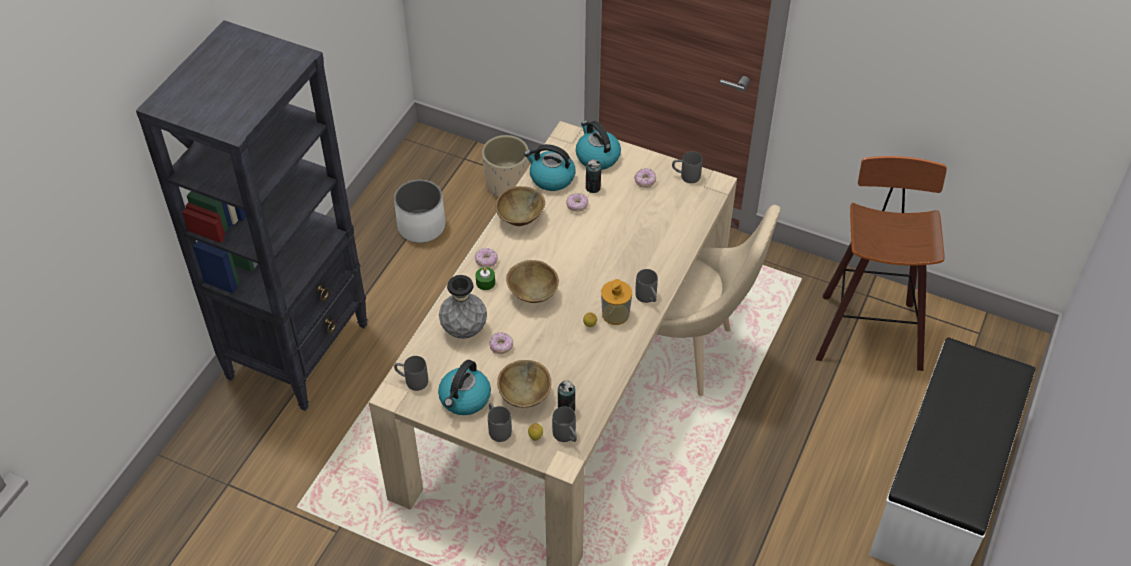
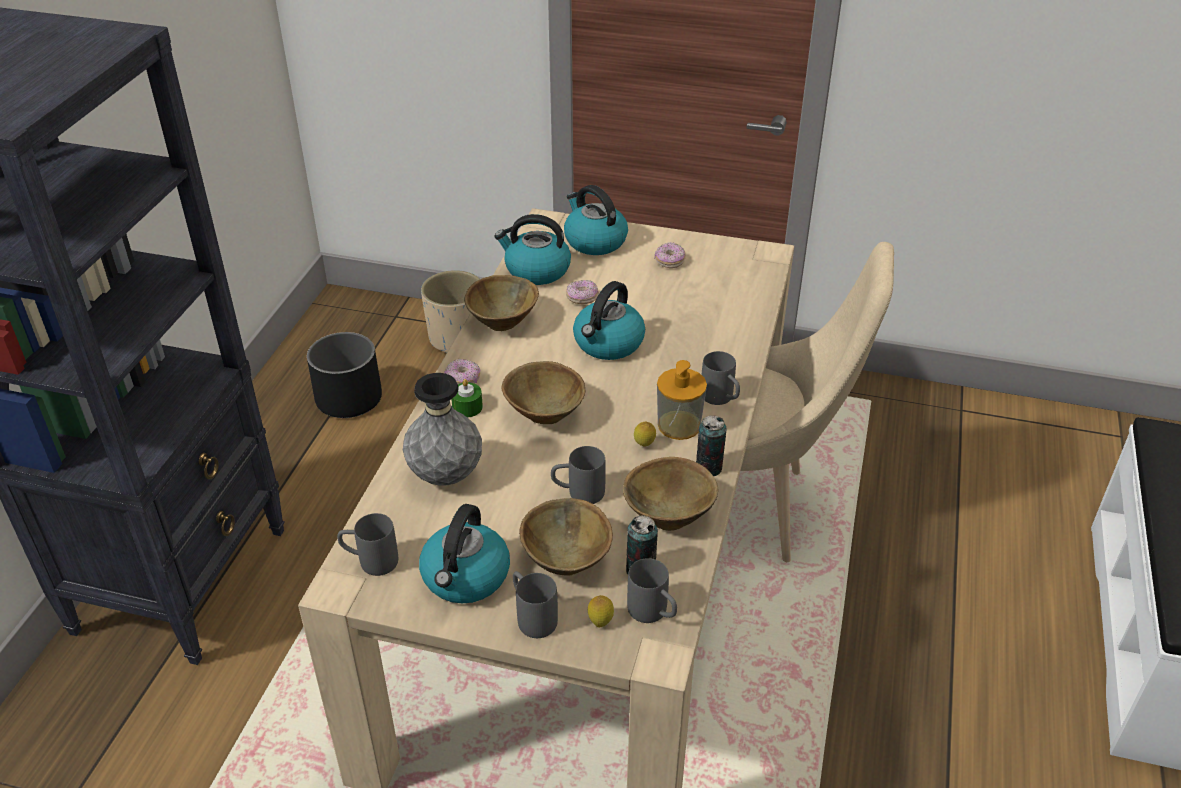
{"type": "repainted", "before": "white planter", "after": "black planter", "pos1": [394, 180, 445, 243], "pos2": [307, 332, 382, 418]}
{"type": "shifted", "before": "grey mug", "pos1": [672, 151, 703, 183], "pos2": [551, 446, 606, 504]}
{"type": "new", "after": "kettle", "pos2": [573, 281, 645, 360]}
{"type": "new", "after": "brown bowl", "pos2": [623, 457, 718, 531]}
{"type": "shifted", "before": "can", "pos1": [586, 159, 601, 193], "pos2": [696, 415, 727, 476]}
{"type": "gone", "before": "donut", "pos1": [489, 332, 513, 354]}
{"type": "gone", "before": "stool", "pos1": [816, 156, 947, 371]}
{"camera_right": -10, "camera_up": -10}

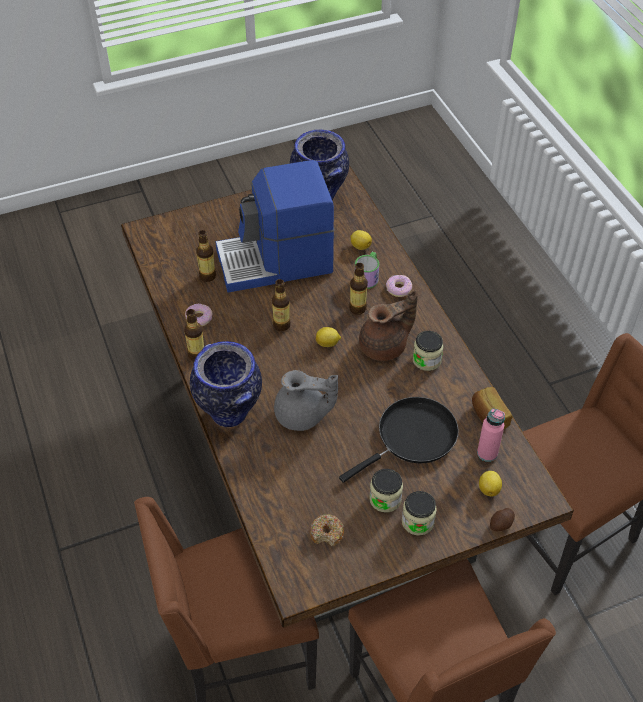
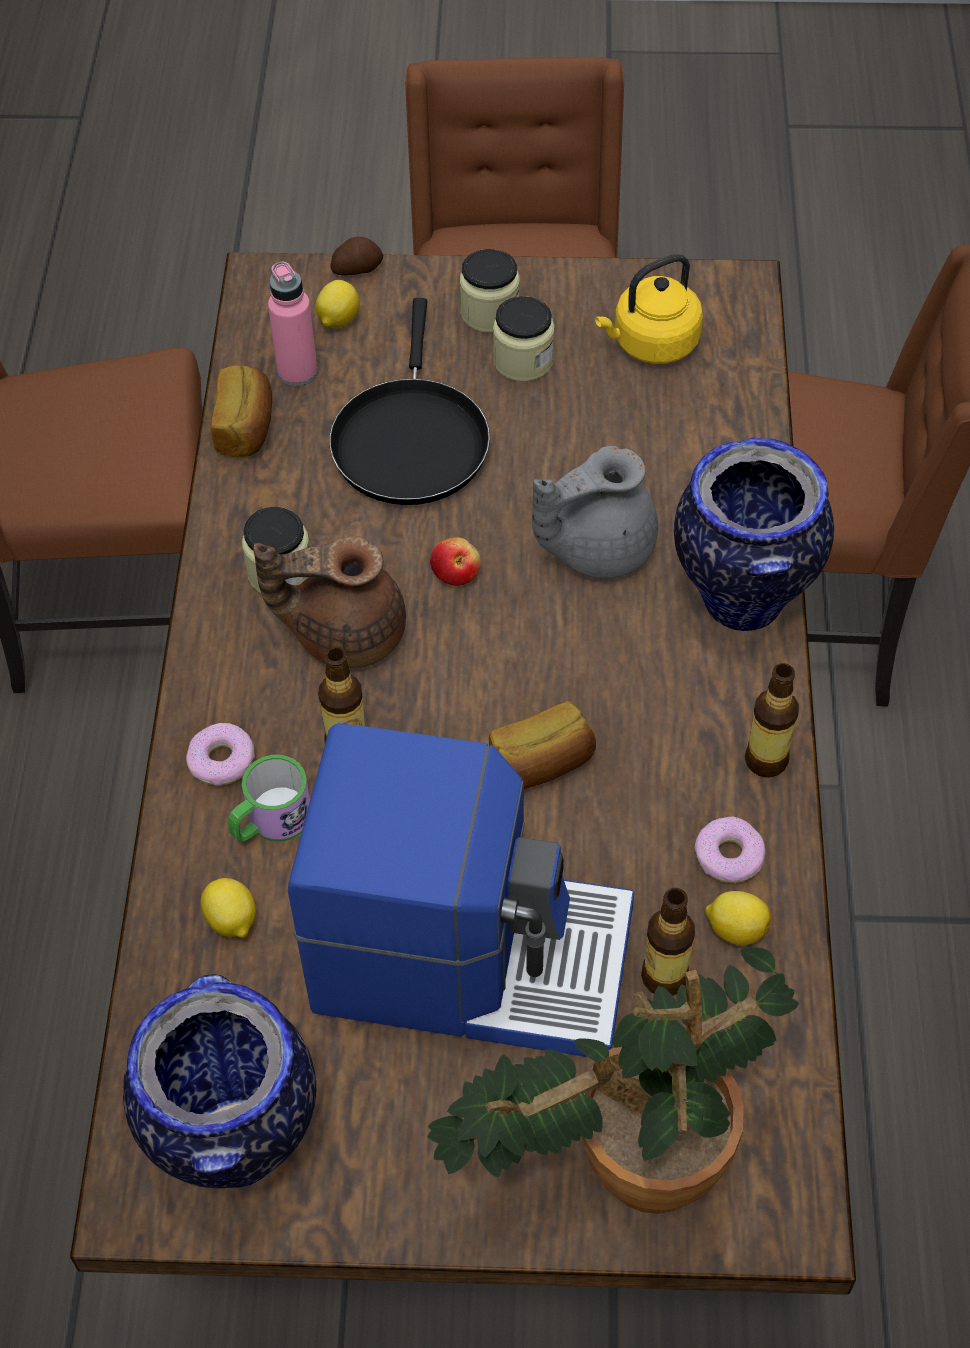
{"type": "rotated", "before": "black frying pan", "pos1": [339, 397, 459, 483], "pos2": [329, 298, 490, 505], "turn": -75}
{"type": "new", "after": "potted plant", "pos2": [427, 947, 799, 1214]}
{"type": "new", "after": "apple", "pos2": [430, 537, 481, 586]}
{"type": "swapped", "before": "bottle", "after": "bread", "pos1": [272, 279, 291, 331], "pos2": [489, 701, 596, 789]}
{"type": "rotated", "before": "grey teapot", "pos1": [274, 370, 338, 431], "pos2": [532, 446, 658, 579], "turn": -60}
{"type": "swapped", "before": "donut", "after": "yellow kettle", "pos1": [310, 514, 344, 546], "pos2": [595, 254, 703, 364]}
{"type": "shifted", "before": "lemon", "pos1": [316, 327, 341, 347], "pos2": [705, 891, 771, 946]}
{"camera_right": -155, "camera_up": 5}

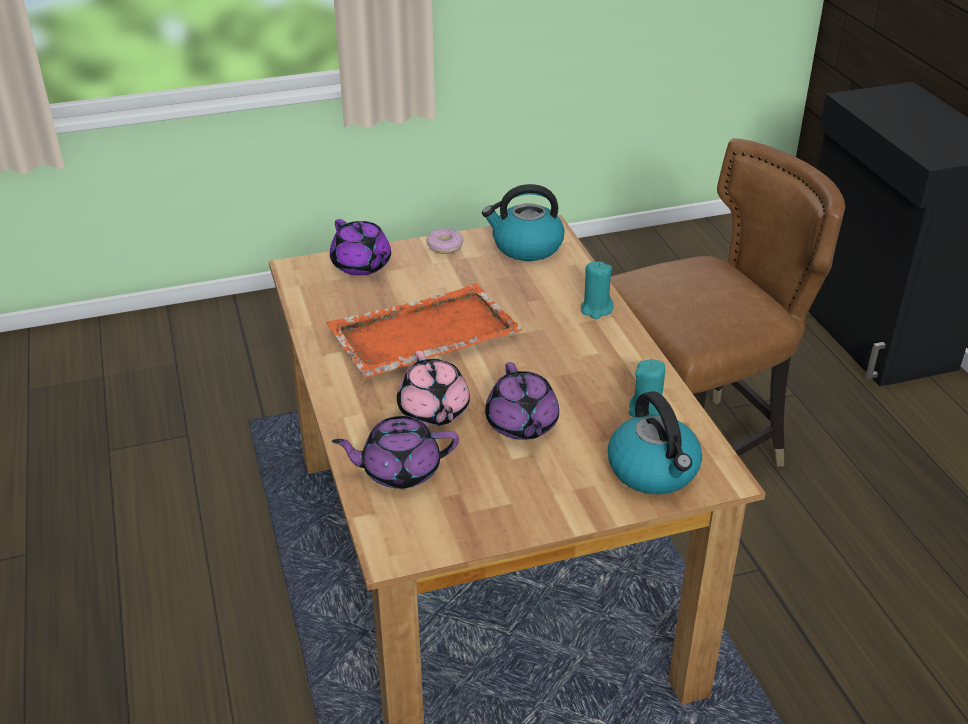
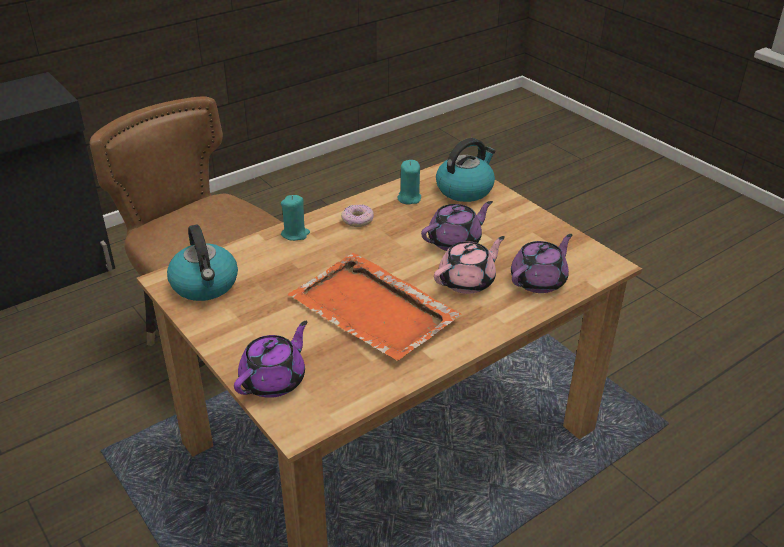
{"type": "shifted", "before": "donut", "pos1": [427, 228, 463, 254], "pos2": [341, 204, 374, 227]}
{"type": "rotated", "before": "purple teapot", "pos1": [332, 416, 459, 489], "pos2": [511, 234, 573, 293], "turn": -105}
{"camera_right": -110, "camera_up": 0}

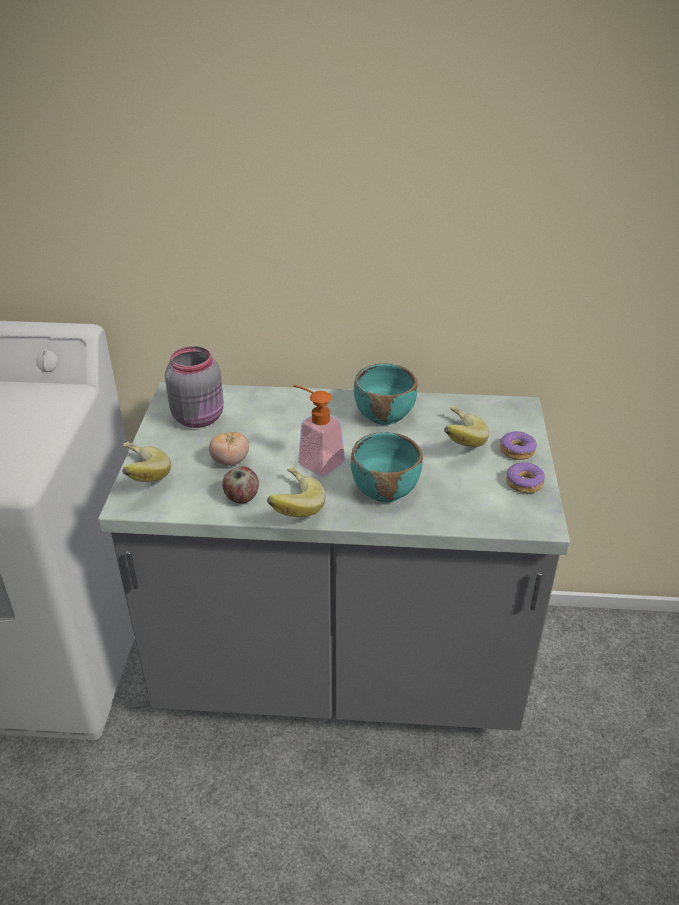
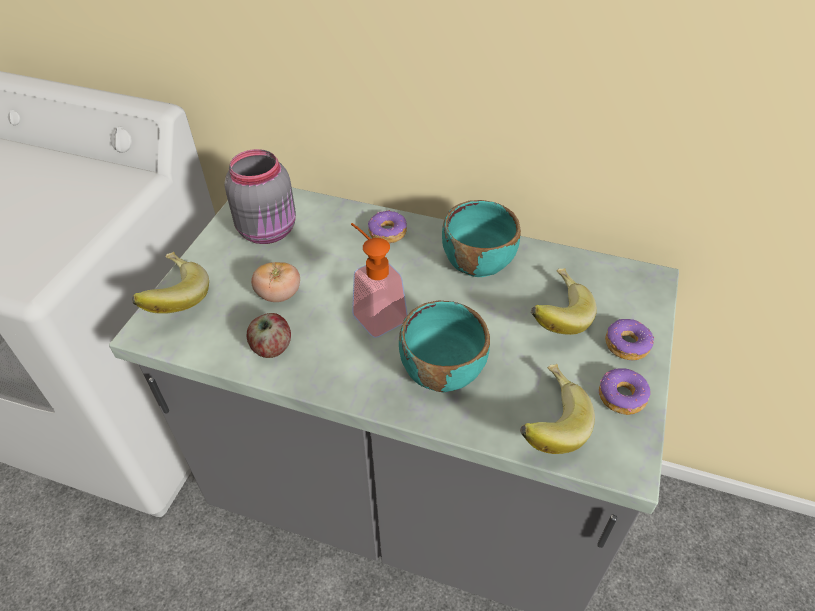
{"type": "new", "after": "donut", "pos2": [368, 210, 407, 243]}
{"type": "shifted", "before": "banana", "pos1": [267, 467, 326, 517], "pos2": [520, 364, 595, 454]}
{"camera_right": 15, "camera_up": 10}

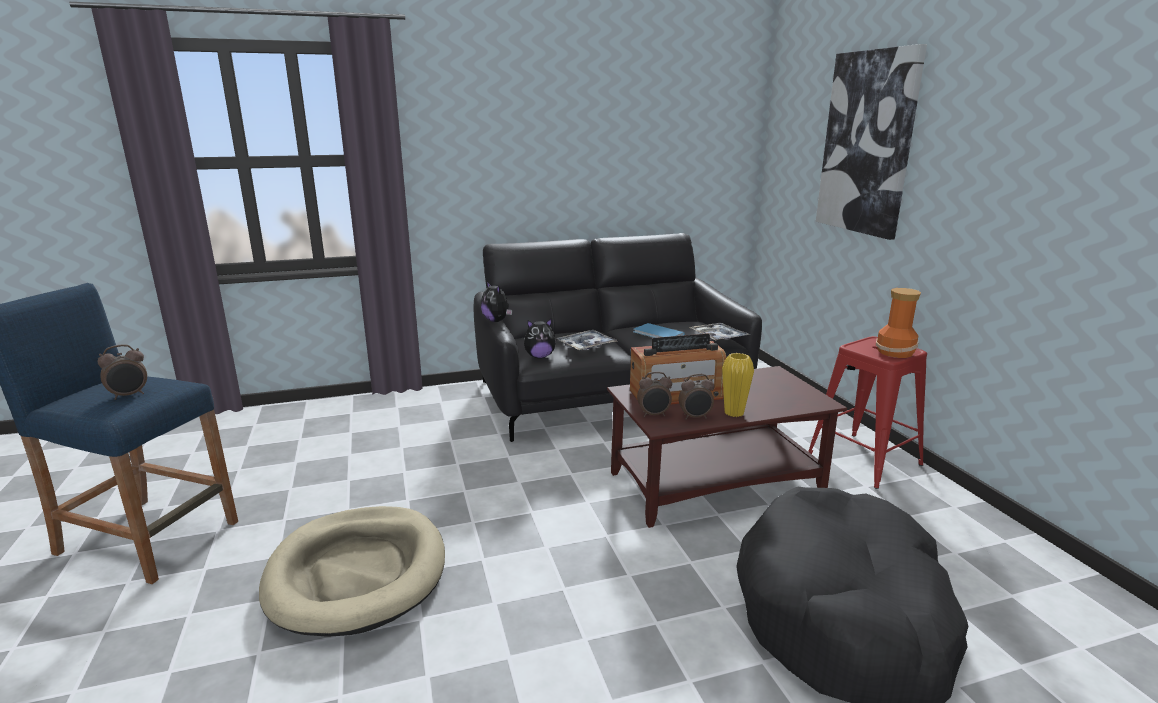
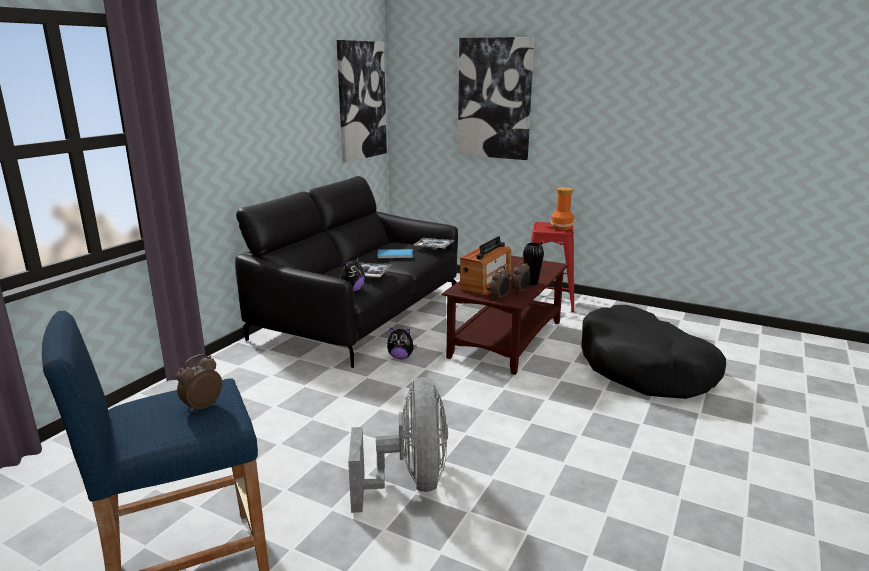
{"type": "rotated", "before": "alarm clock", "pos1": [98, 344, 147, 400], "pos2": [176, 354, 222, 413], "turn": -150}
{"type": "new", "after": "picture", "pos2": [337, 40, 387, 163]}
{"type": "swapped", "before": "beige dog bed", "after": "grey fan", "pos1": [259, 506, 445, 637], "pos2": [348, 377, 448, 513]}
{"type": "shifted", "before": "plush toy", "pos1": [481, 282, 512, 322], "pos2": [387, 327, 417, 359]}
{"type": "repainted", "before": "yellow vase", "after": "black vase", "pos1": [722, 353, 754, 417], "pos2": [523, 243, 544, 285]}
{"camera_right": -45, "camera_up": 0}

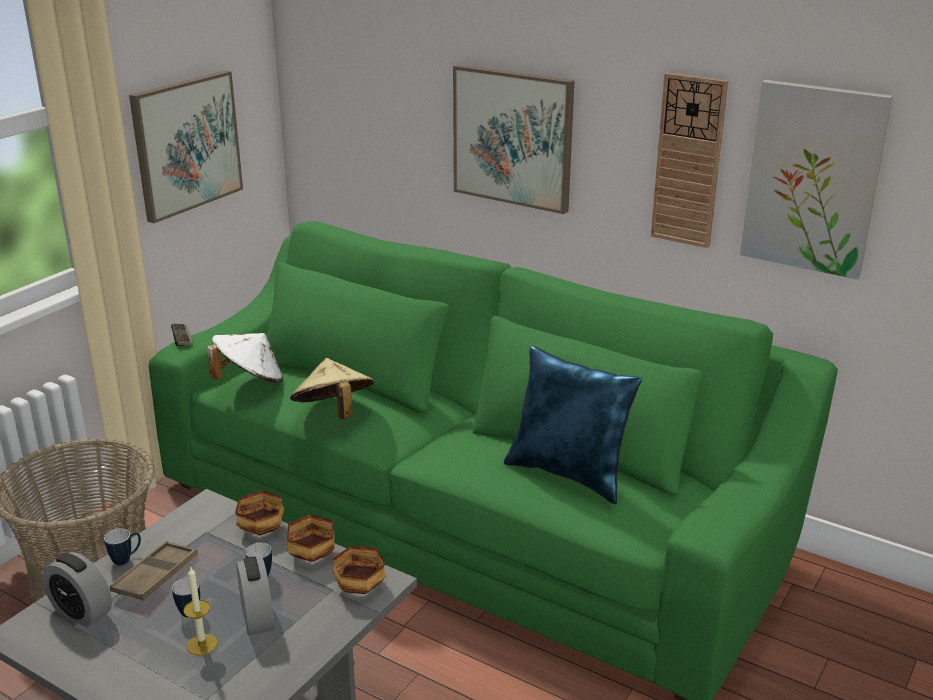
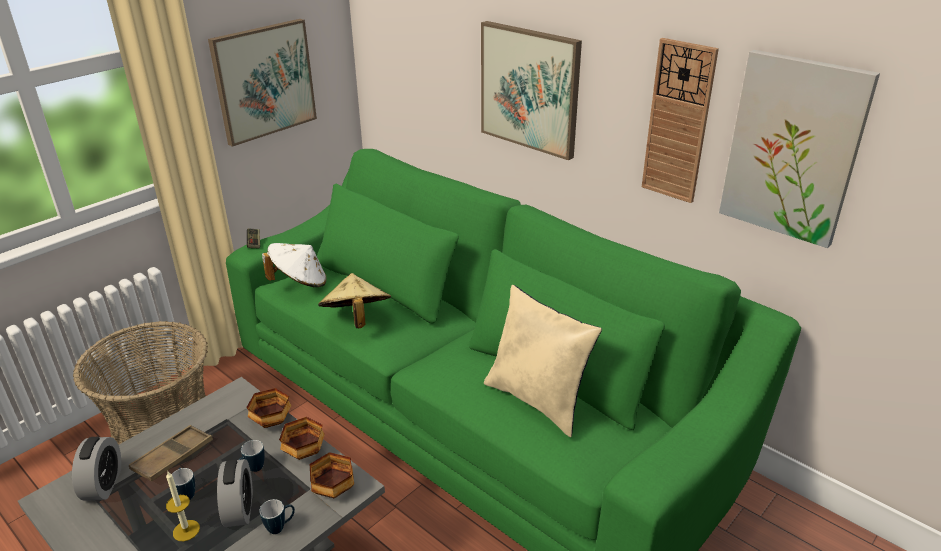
{"type": "rotated", "before": "alarm clock", "pos1": [42, 552, 112, 627], "pos2": [72, 437, 121, 501], "turn": -135}
{"type": "shifted", "before": "mug", "pos1": [104, 528, 141, 565], "pos2": [259, 499, 295, 534]}
{"type": "repainted", "before": "blue pillow", "after": "beige pillow", "pos1": [504, 346, 642, 504], "pos2": [484, 285, 602, 437]}
{"camera_right": 10, "camera_up": 5}

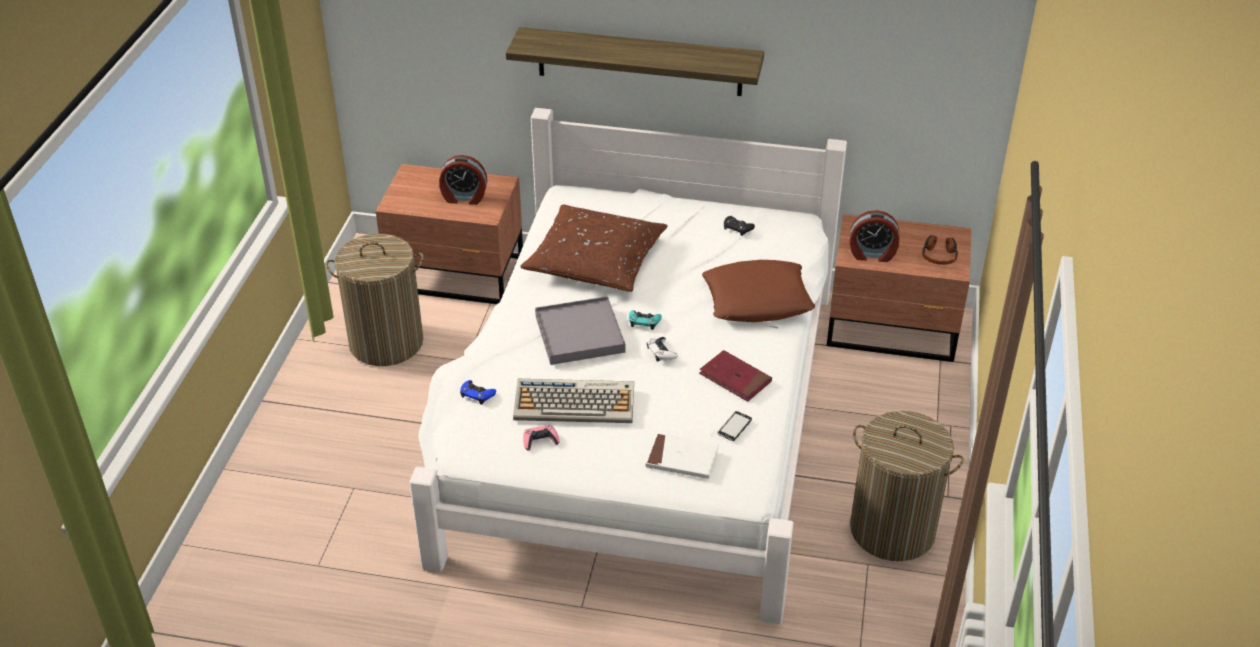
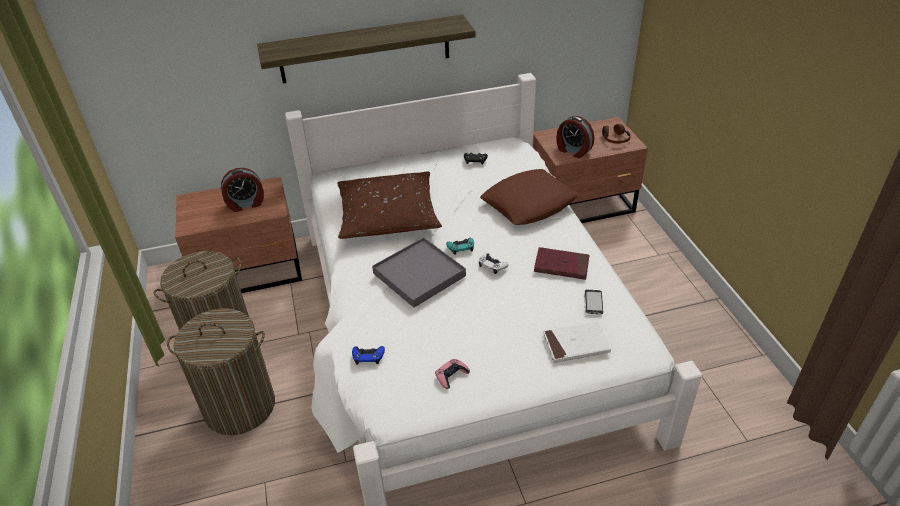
{"type": "shifted", "before": "laundry basket", "pos1": [850, 411, 963, 561], "pos2": [167, 308, 275, 435]}
{"type": "rotated", "before": "alarm clock", "pos1": [850, 210, 900, 262], "pos2": [556, 116, 594, 158], "turn": 60}
{"type": "gone", "before": "keyboard", "pos1": [513, 379, 634, 423]}
{"camera_right": -25, "camera_up": 0}

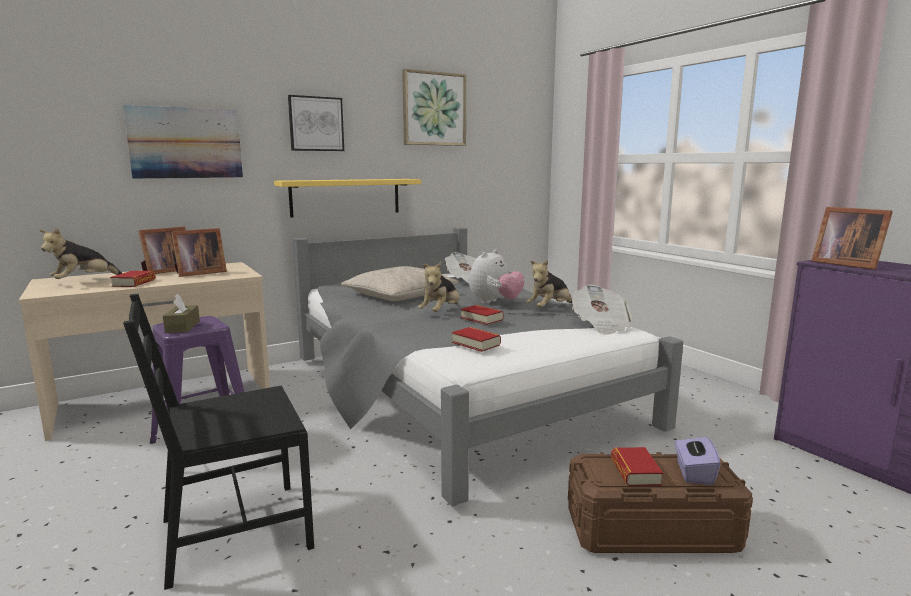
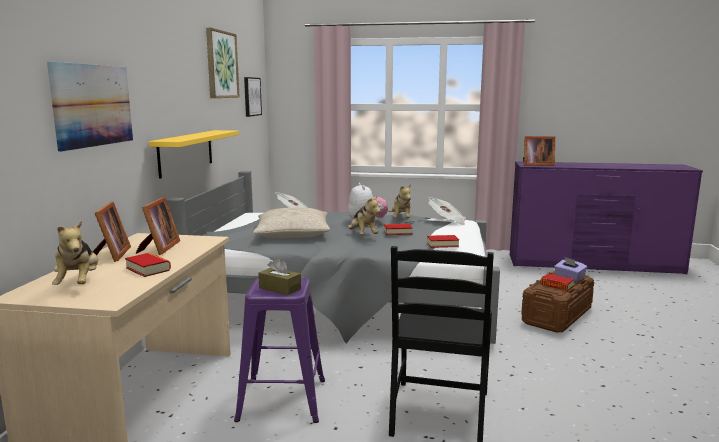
{"type": "shifted", "before": "picture", "pos1": [288, 95, 344, 151], "pos2": [244, 77, 262, 117]}
{"camera_right": -50, "camera_up": 0}

